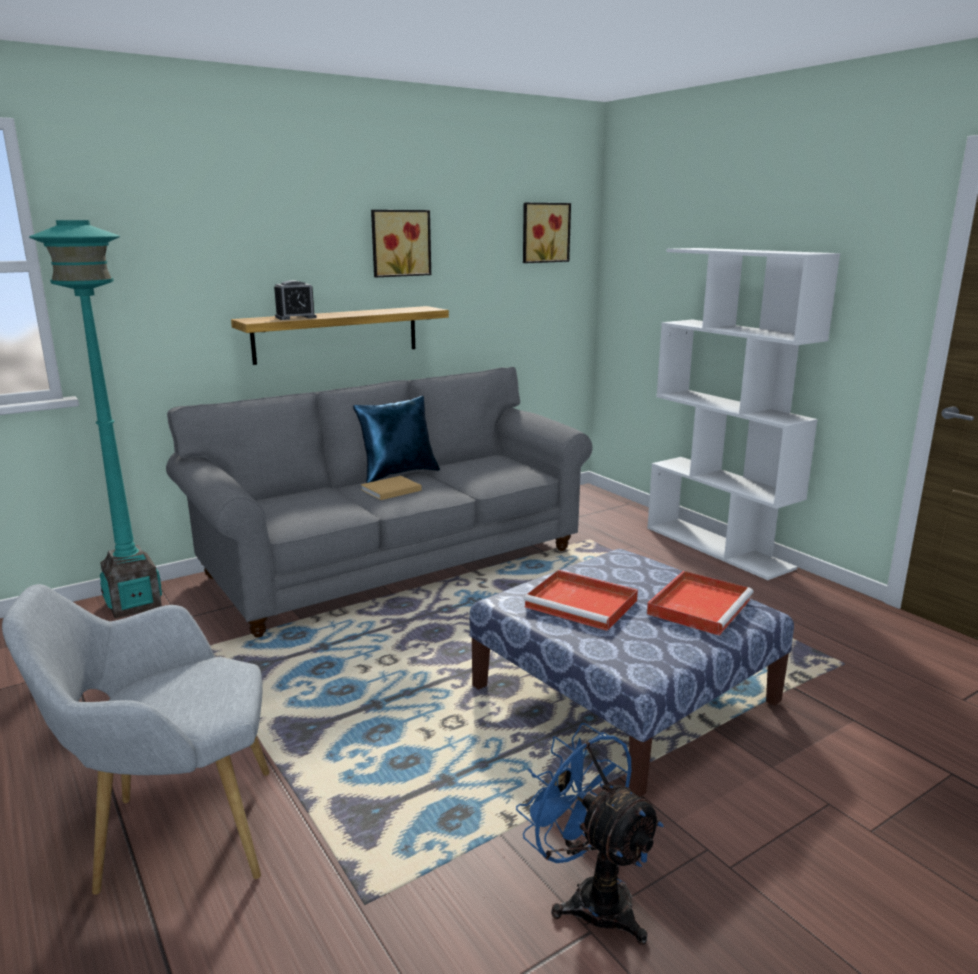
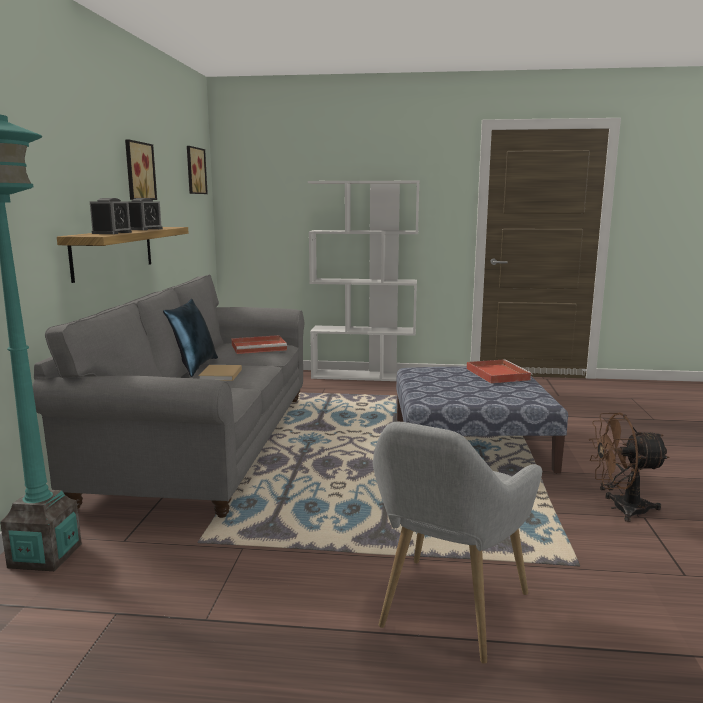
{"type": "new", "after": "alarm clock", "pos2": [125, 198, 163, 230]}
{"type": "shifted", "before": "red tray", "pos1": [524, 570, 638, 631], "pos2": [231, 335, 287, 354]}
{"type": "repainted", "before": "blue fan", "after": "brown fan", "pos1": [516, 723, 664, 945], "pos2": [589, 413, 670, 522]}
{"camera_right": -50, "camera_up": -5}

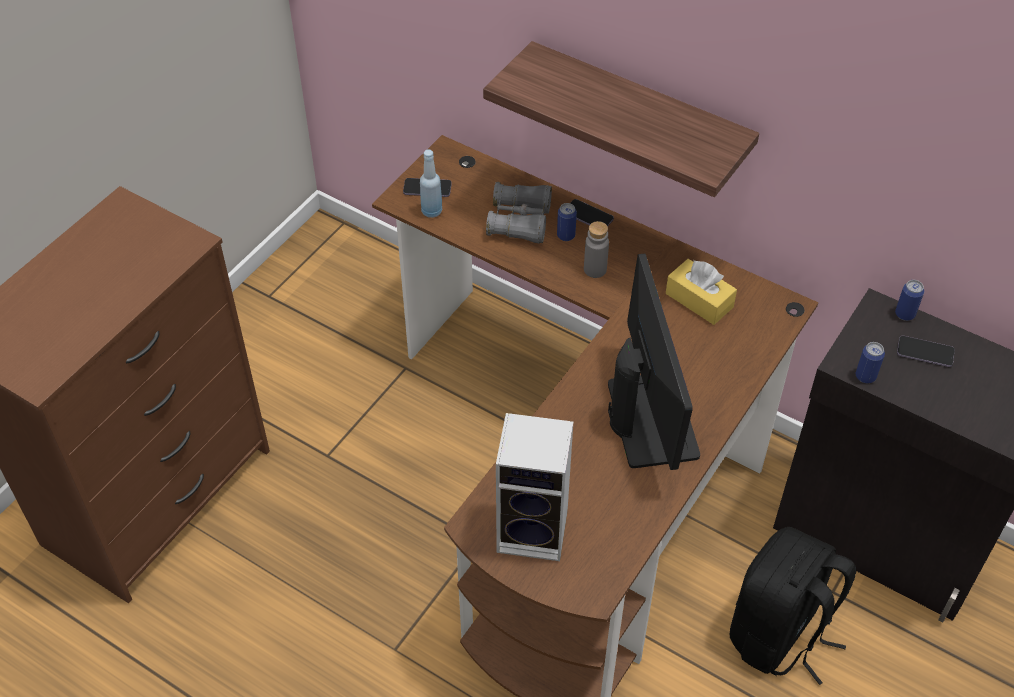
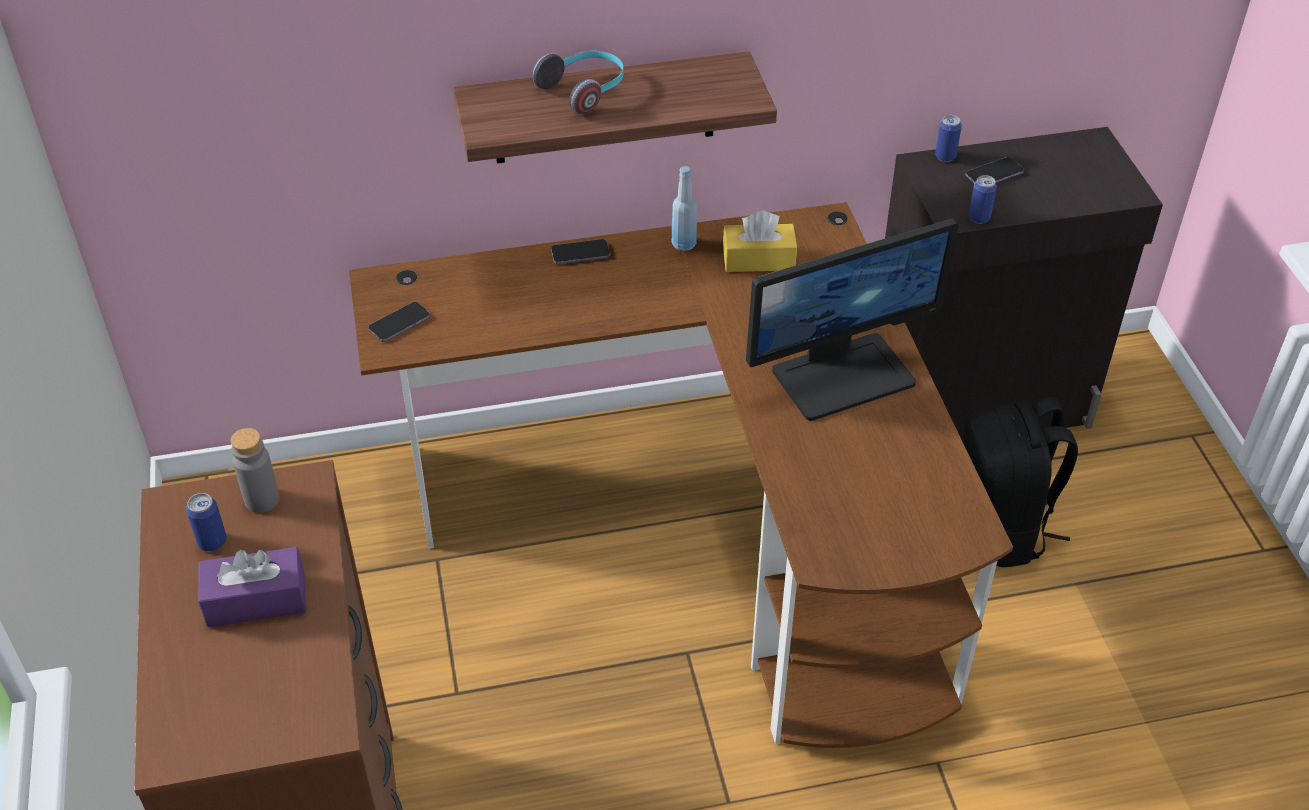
{"type": "shifted", "before": "can", "pos1": [557, 203, 577, 241], "pos2": [186, 493, 227, 552]}
{"type": "new", "after": "purple tissue box", "pos2": [198, 547, 306, 627]}
{"type": "shifted", "before": "grey bottle", "pos1": [584, 221, 609, 278], "pos2": [231, 428, 280, 513]}
{"type": "new", "after": "headphones", "pos2": [533, 51, 624, 115]}
{"type": "shifted", "before": "blue bottle", "pos1": [420, 150, 442, 218], "pos2": [672, 166, 697, 251]}
{"type": "rotated", "before": "monitor", "pos1": [608, 254, 700, 470], "pos2": [746, 219, 959, 421], "turn": 120}
{"type": "gone", "before": "grey binoculars", "pos1": [486, 182, 552, 244]}
{"type": "gone", "before": "speaker", "pos1": [496, 413, 573, 561]}
{"camera_right": -45, "camera_up": -5}

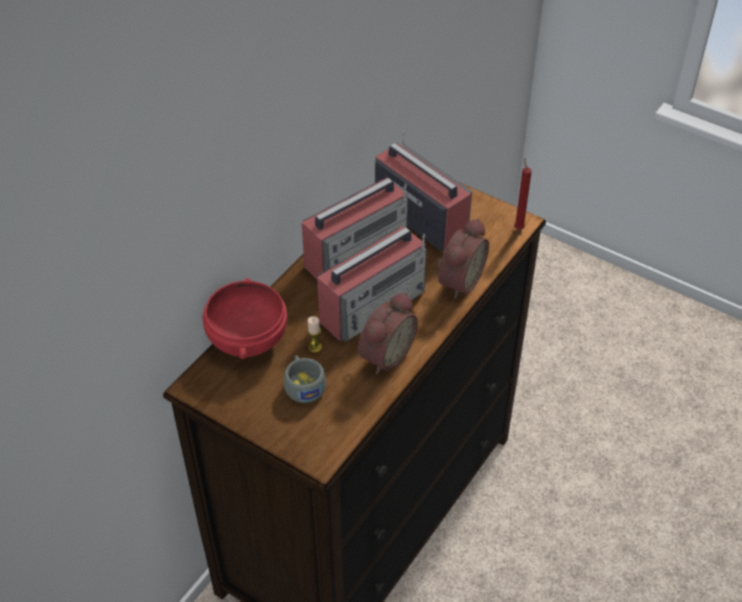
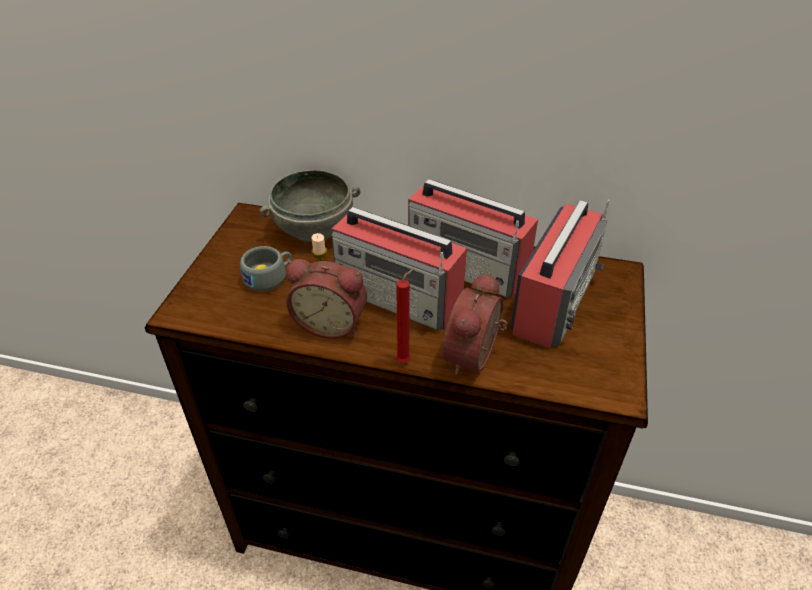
{"type": "repainted", "before": "red bowl", "after": "grey bowl", "pos1": [203, 278, 287, 359], "pos2": [260, 170, 360, 243]}
{"type": "shifted", "before": "red candle", "pos1": [514, 157, 532, 230], "pos2": [396, 268, 414, 363]}
{"type": "rotated", "before": "alarm clock", "pos1": [438, 218, 489, 299], "pos2": [443, 272, 507, 375], "turn": 105}
{"camera_right": 70, "camera_up": -5}

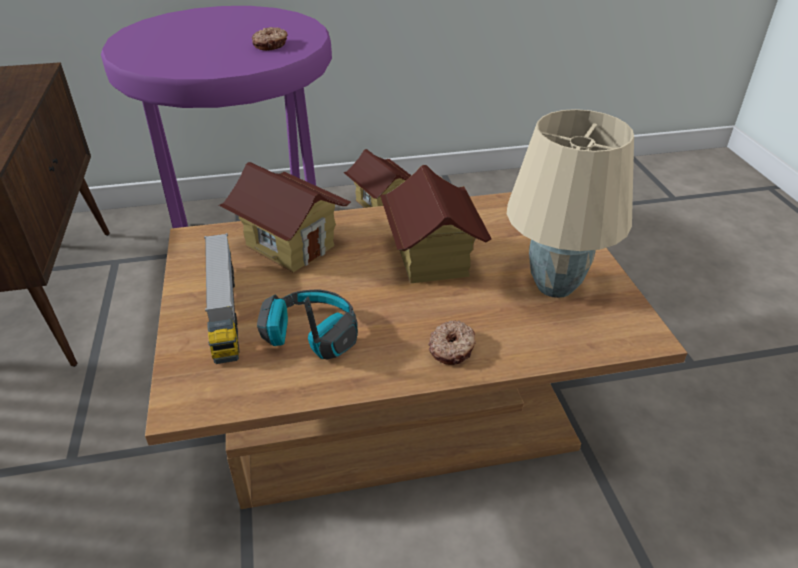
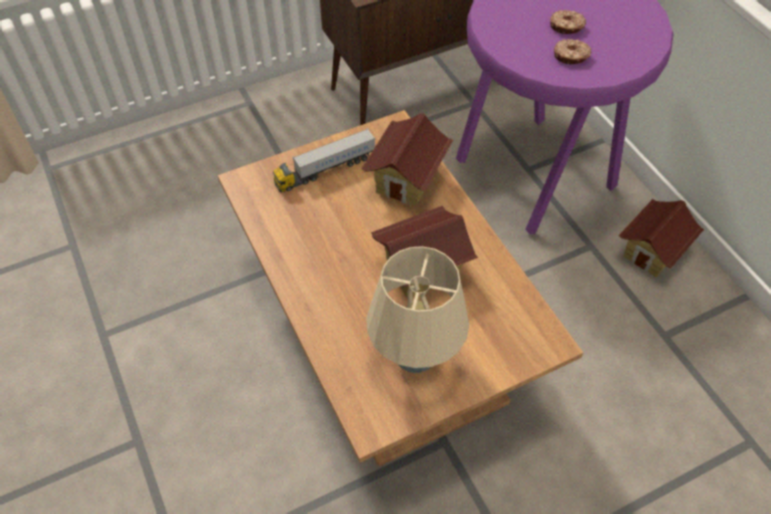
{"type": "shifted", "before": "donut", "pos1": [428, 320, 476, 365], "pos2": [550, 10, 586, 34]}
{"type": "gone", "before": "headphones", "pos1": [257, 289, 358, 359]}
{"camera_right": 75, "camera_up": 15}

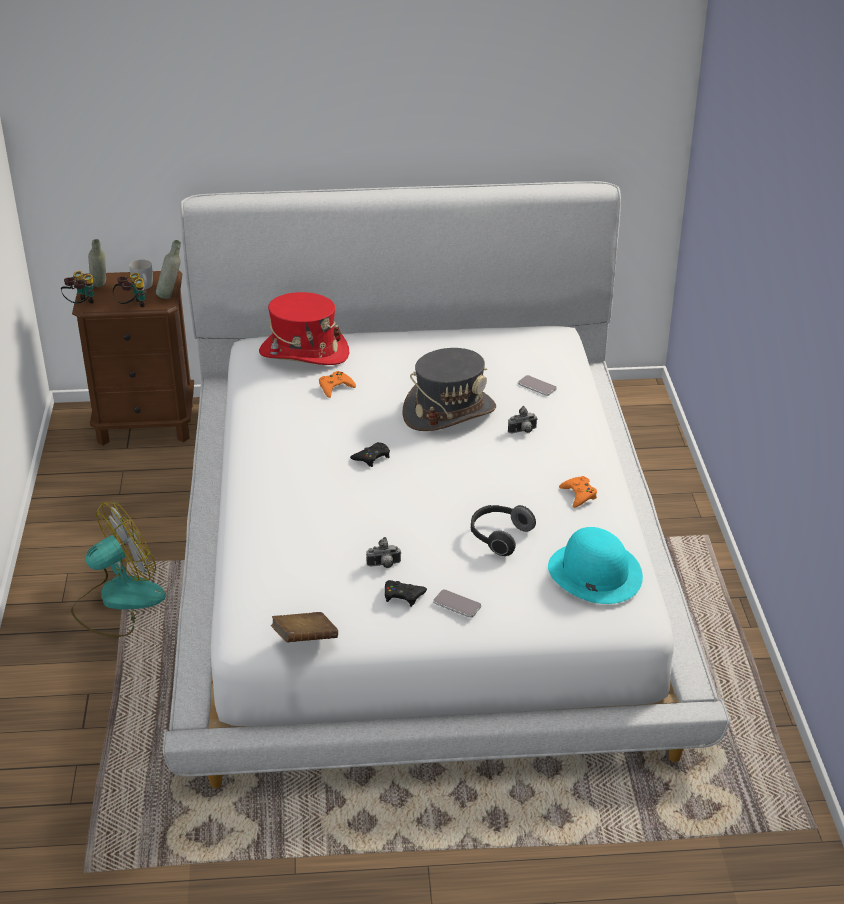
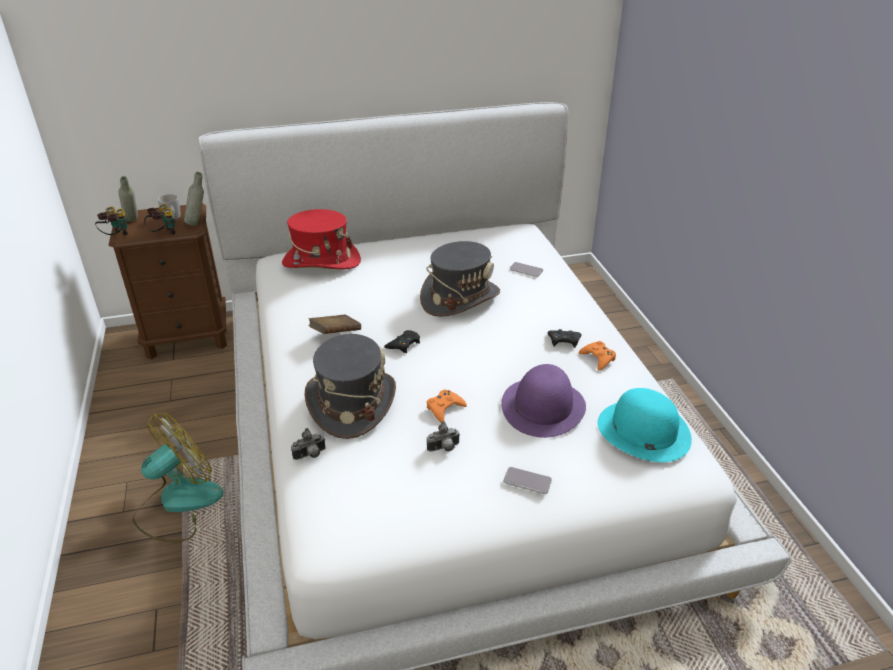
{"type": "shifted", "before": "photo camera", "pos1": [508, 406, 538, 433], "pos2": [291, 428, 326, 460]}
{"type": "new", "after": "grey hat", "pos2": [305, 334, 396, 439]}
{"type": "shifted", "before": "brown book", "pos1": [271, 612, 338, 642], "pos2": [308, 315, 361, 334]}
{"type": "shifted", "before": "orange game controller", "pos1": [319, 371, 356, 398], "pos2": [426, 390, 467, 423]}
{"type": "swapped", "before": "headphones", "after": "purple hat", "pos1": [471, 505, 536, 556], "pos2": [502, 364, 586, 438]}
{"type": "shifted", "before": "black game controller", "pos1": [385, 580, 427, 607], "pos2": [548, 329, 582, 348]}
{"camera_right": -10, "camera_up": 0}

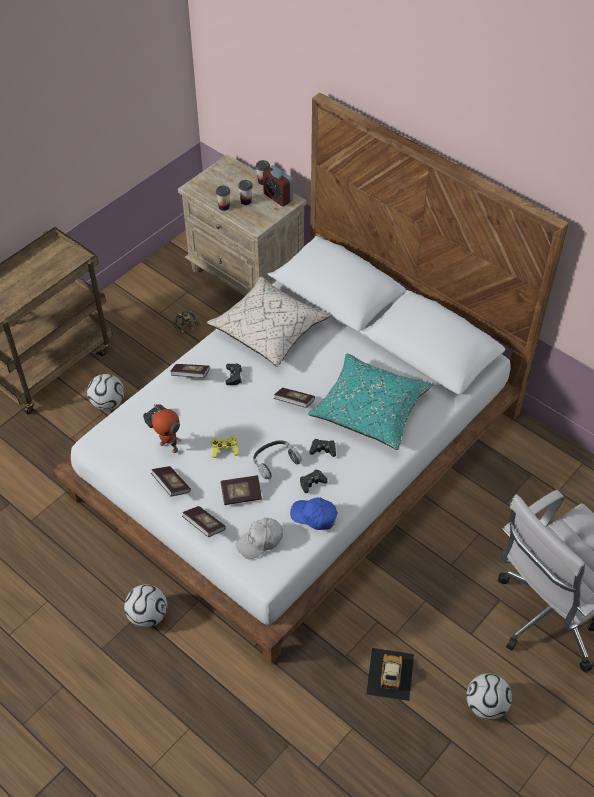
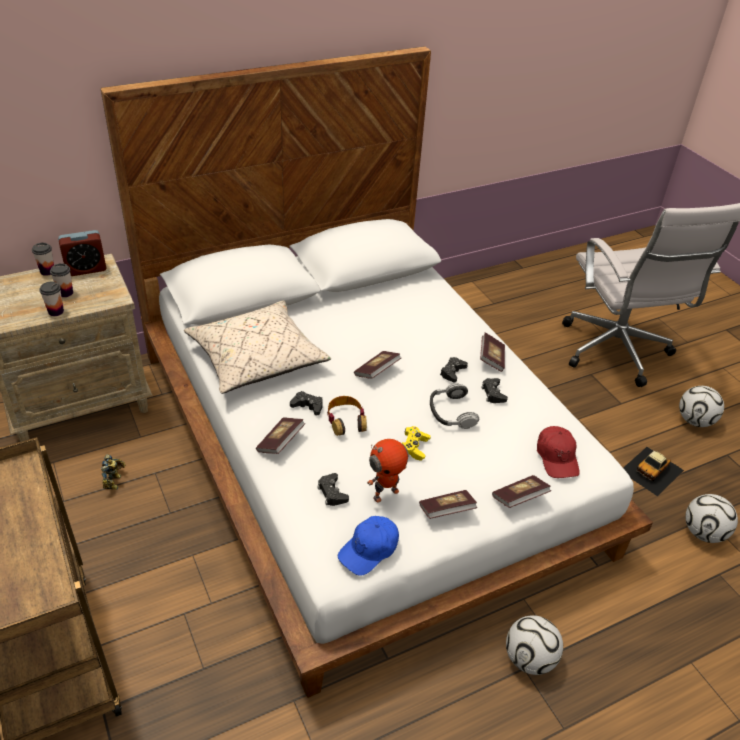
{"type": "new", "after": "headphones", "pos2": [327, 396, 367, 436]}
{"type": "shifted", "before": "blue cap", "pos1": [290, 497, 338, 530], "pos2": [338, 516, 399, 576]}
{"type": "shifted", "before": "book", "pos1": [221, 475, 262, 505], "pos2": [480, 333, 505, 372]}
{"type": "repainted", "before": "white cap", "after": "red cap", "pos1": [236, 518, 283, 559], "pos2": [537, 426, 580, 478]}
{"type": "rotated", "before": "toy car", "pos1": [366, 648, 414, 701], "pos2": [623, 447, 684, 496], "turn": -75}
{"type": "shifted", "before": "football", "pos1": [87, 374, 124, 410], "pos2": [685, 494, 738, 543]}
{"type": "gone", "before": "turquoise pillow", "pos1": [308, 354, 433, 450]}
{"camera_right": -70, "camera_up": -10}

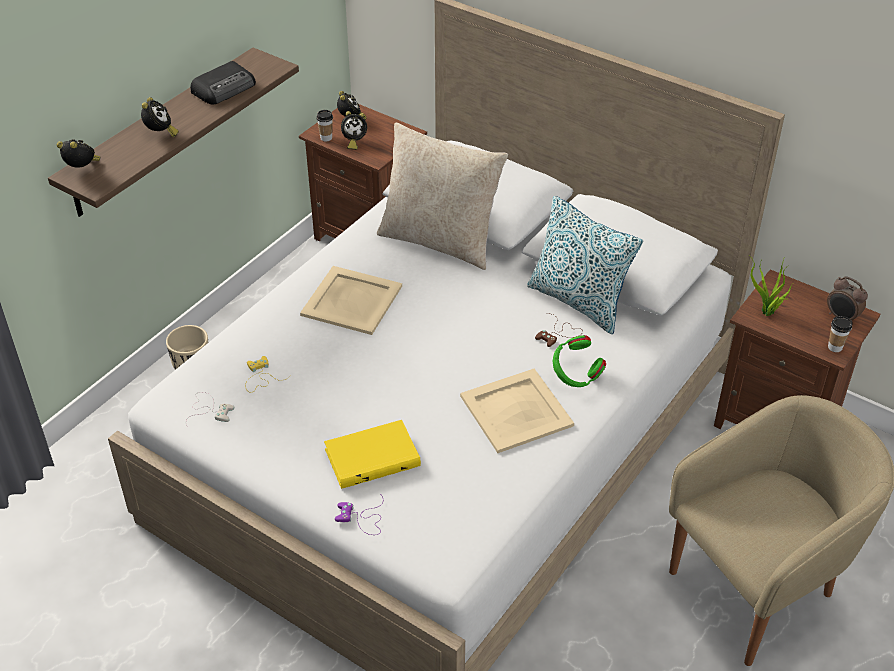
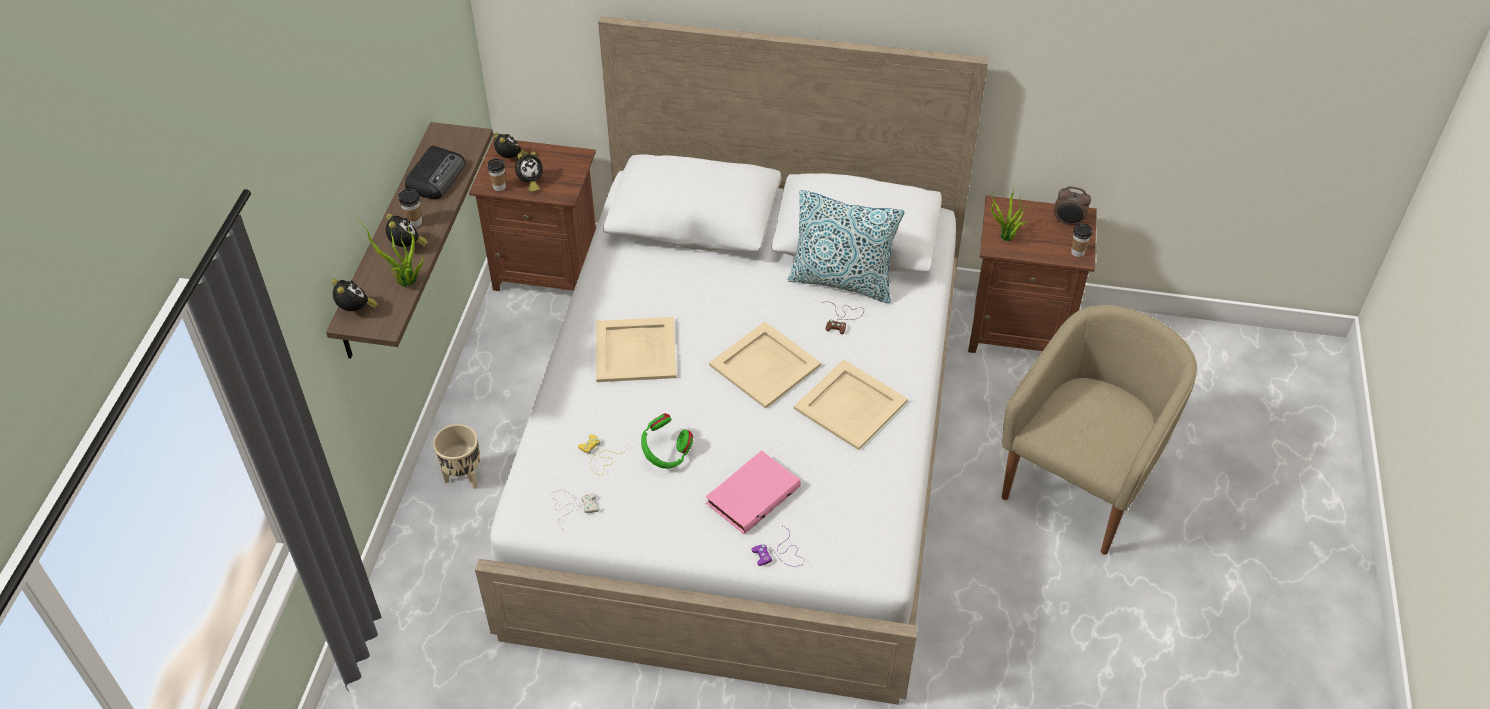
{"type": "rotated", "before": "alarm clock", "pos1": [57, 139, 100, 168], "pos2": [331, 279, 378, 311], "turn": 60}
{"type": "new", "after": "potted plant", "pos2": [357, 220, 424, 287]}
{"type": "new", "after": "cup", "pos2": [398, 189, 422, 227]}
{"type": "shifted", "before": "green headphones", "pos1": [553, 335, 606, 387], "pos2": [641, 413, 693, 469]}
{"type": "repainted", "before": "yellow book", "after": "pink book", "pos1": [324, 420, 421, 489], "pos2": [706, 450, 801, 534]}
{"type": "new", "after": "beige tray", "pos2": [709, 322, 821, 409]}
{"type": "gone", "before": "beige pillow", "pos1": [377, 123, 508, 270]}
{"camera_right": -25, "camera_up": 5}

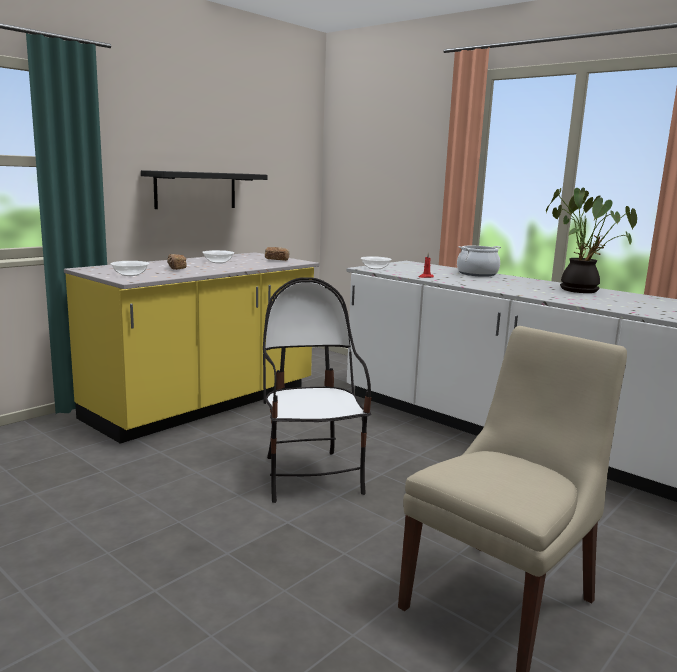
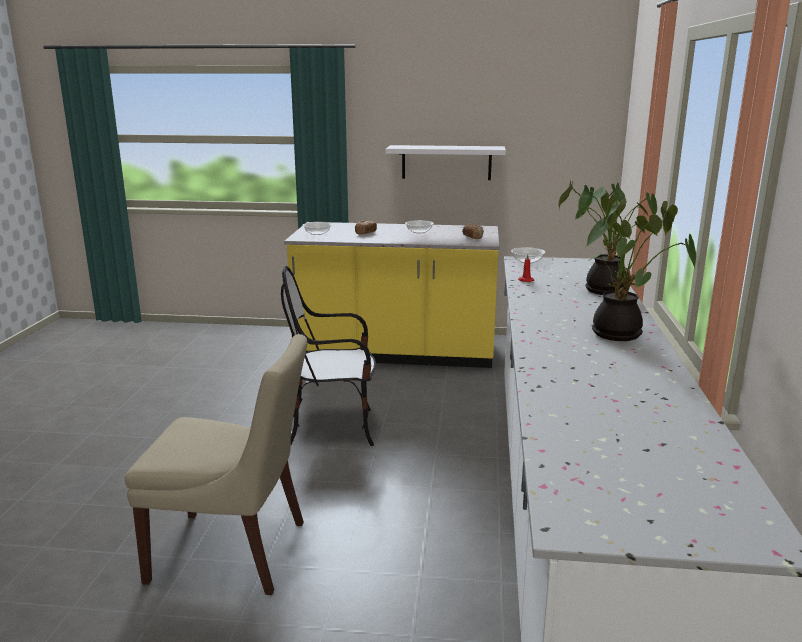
{"type": "rotated", "before": "chair", "pos1": [263, 277, 372, 503], "pos2": [281, 266, 376, 446], "turn": -135}
{"type": "repainted", "before": "black shelf", "after": "white shelf", "pos1": [141, 170, 268, 209], "pos2": [385, 145, 506, 180]}
{"type": "swapped", "before": "cooking pot", "after": "potted plant", "pos1": [457, 246, 501, 277], "pos2": [559, 180, 657, 295]}
{"camera_right": 55, "camera_up": 5}

